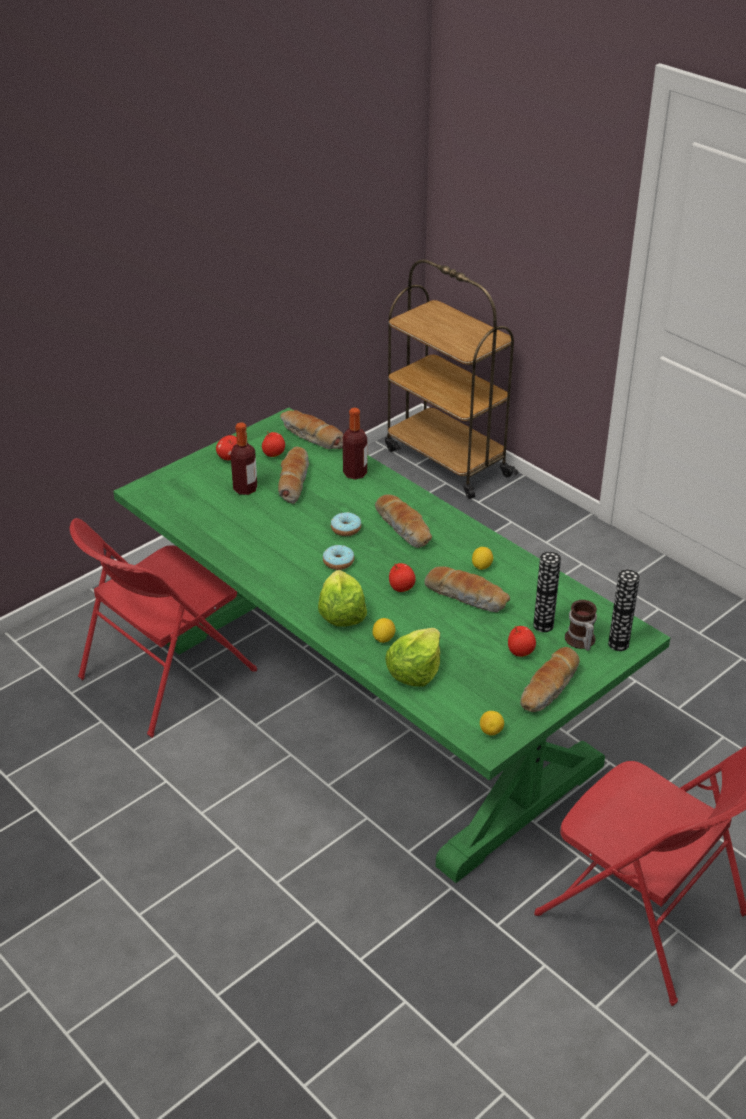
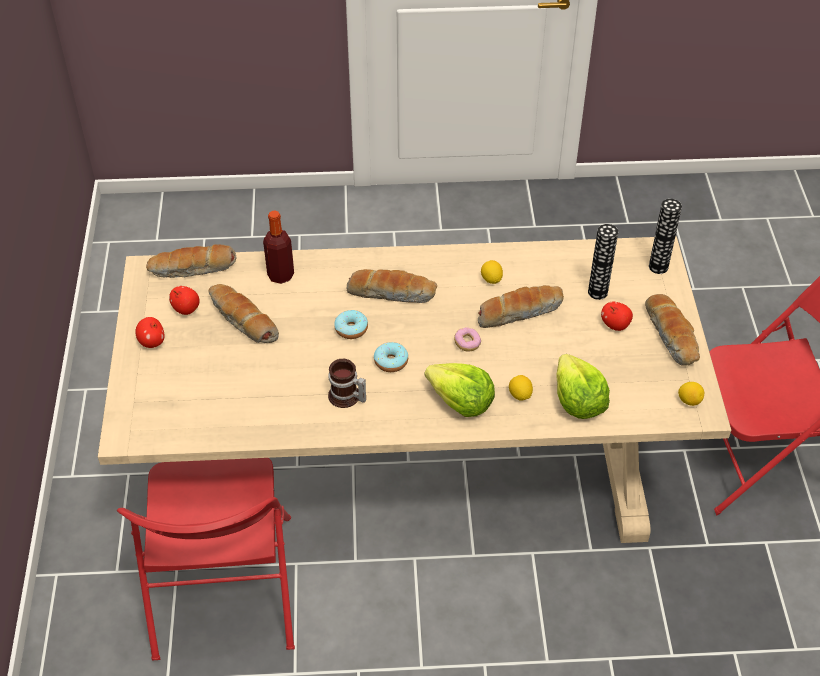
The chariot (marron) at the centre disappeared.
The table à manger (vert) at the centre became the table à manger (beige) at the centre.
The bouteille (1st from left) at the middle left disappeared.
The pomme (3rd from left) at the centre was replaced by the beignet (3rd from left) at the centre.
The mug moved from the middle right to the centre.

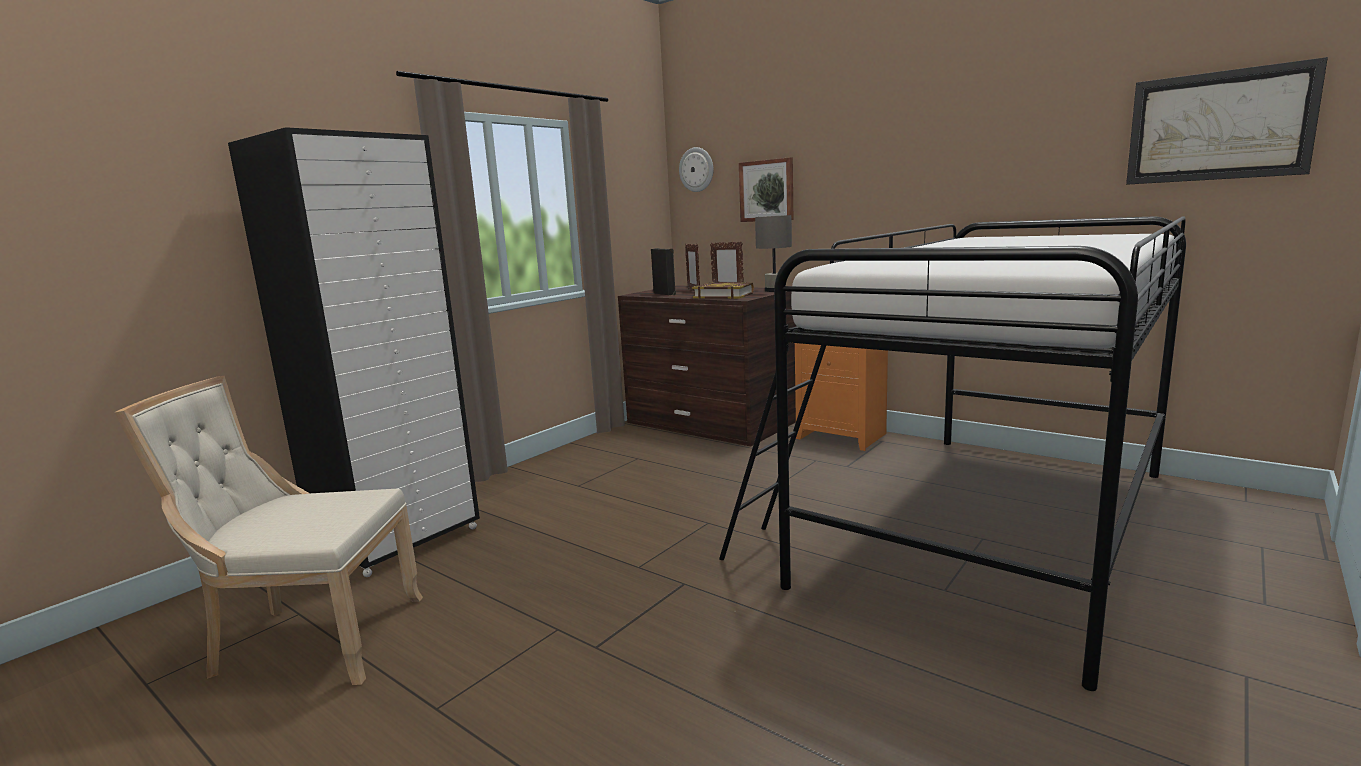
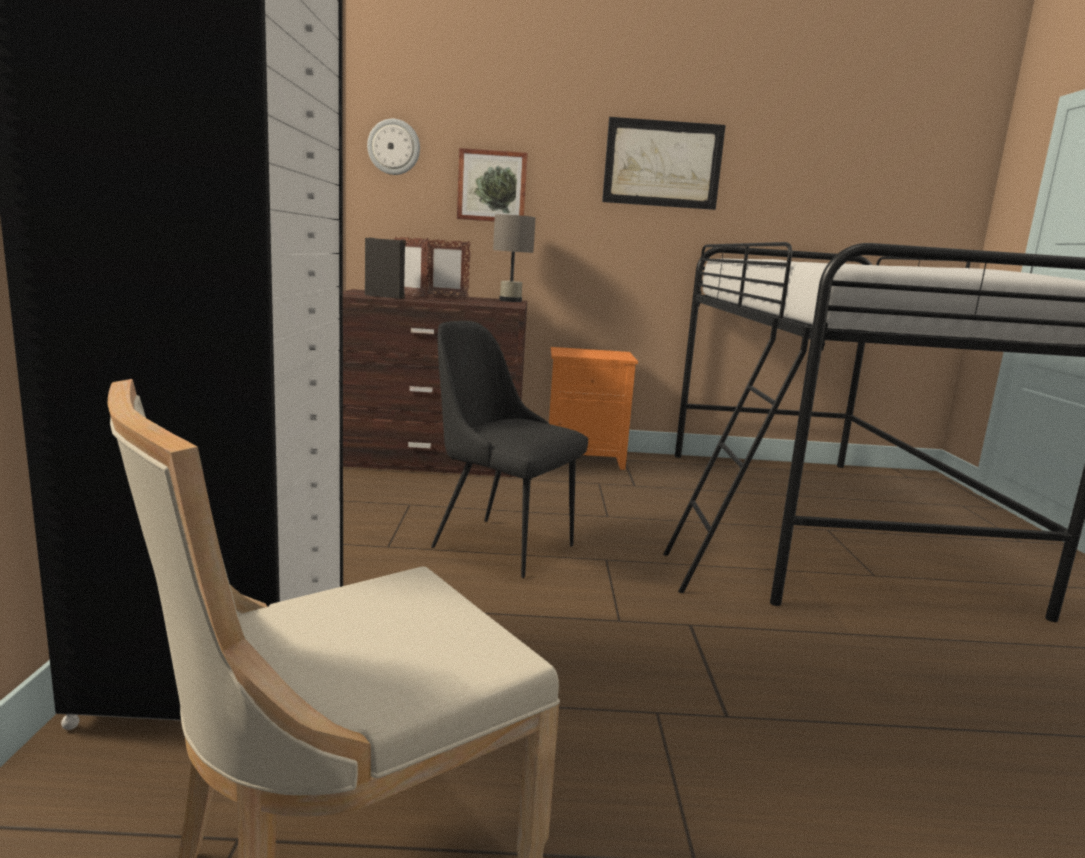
The tableau (2nd from left) moved from the top right to the top centre.
The livre at the centre disappeared.
The chaise (noir) at the centre appeared.

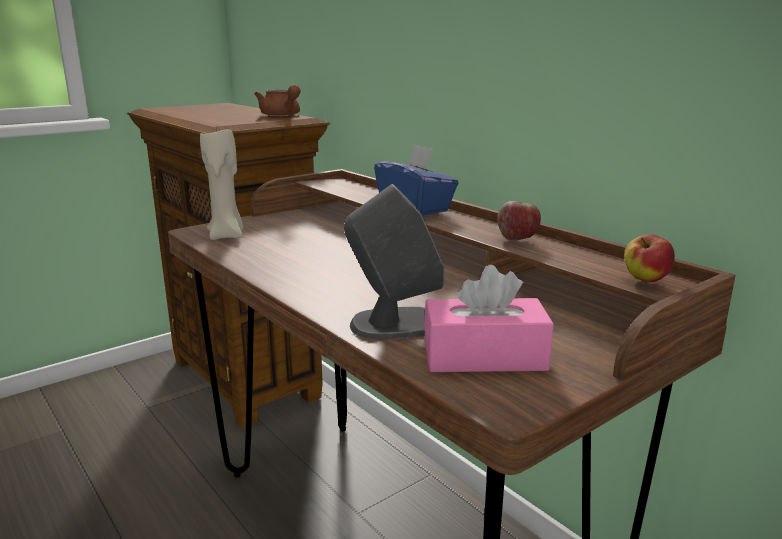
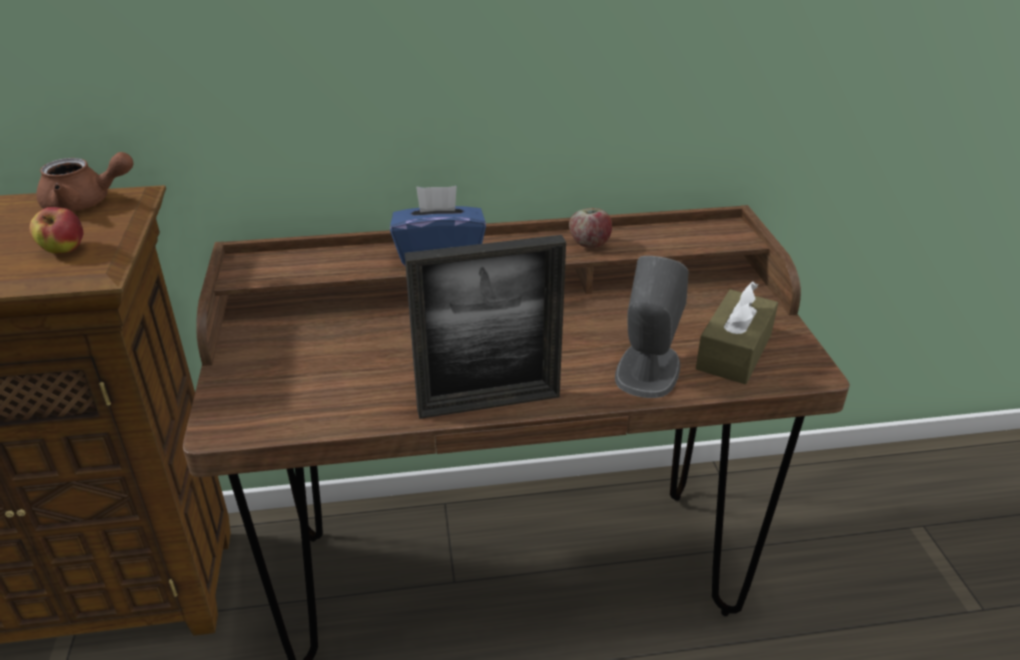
The bougie (beige) at the middle left disappeared.
The pomme (2nd from left in the first image) moved from the middle right to the middle left.
The boîte à mouchoirs (rose) at the centre became the boîte à mouchoirs (marron) at the middle right.
The cadre photo at the centre appeared.

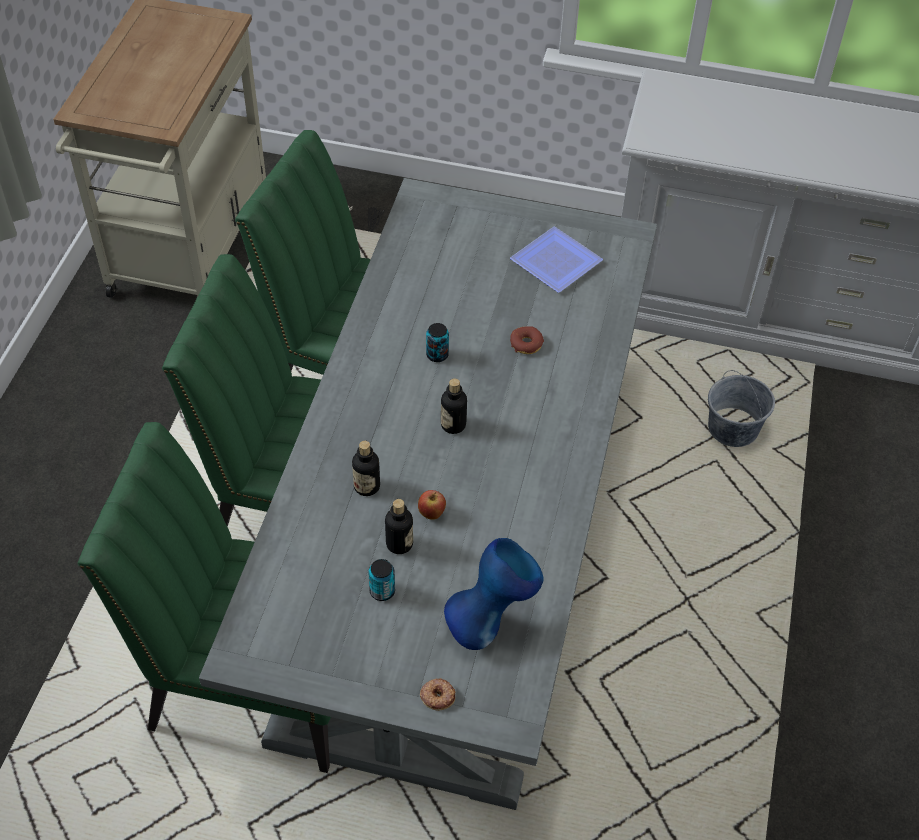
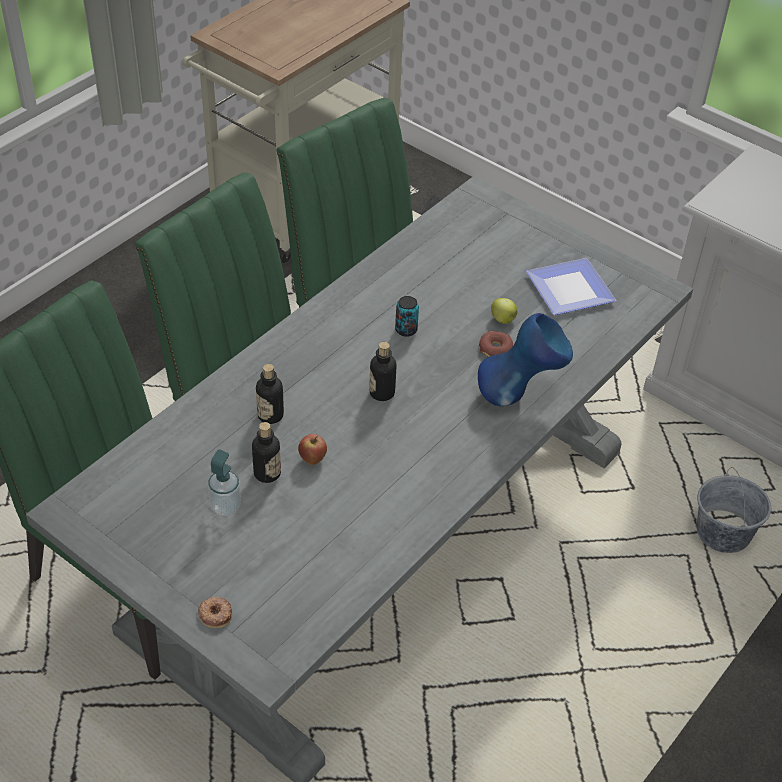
The vase (bleu) moved from the bottom centre to the middle right.
The boîte métallique (1st from left) at the bottom centre was replaced by the distributeur de savon at the middle left.
The pomme (2nd from left) at the centre appeared.

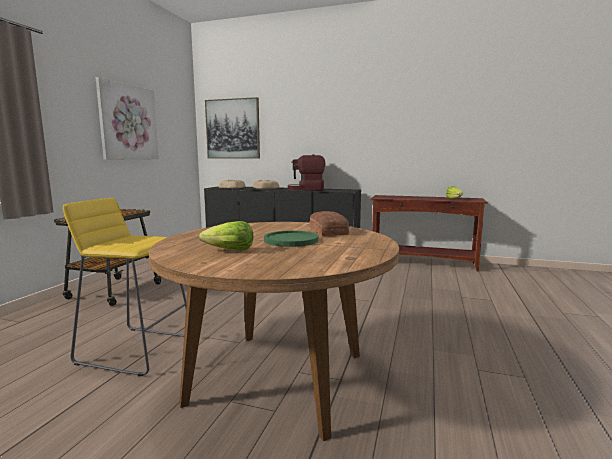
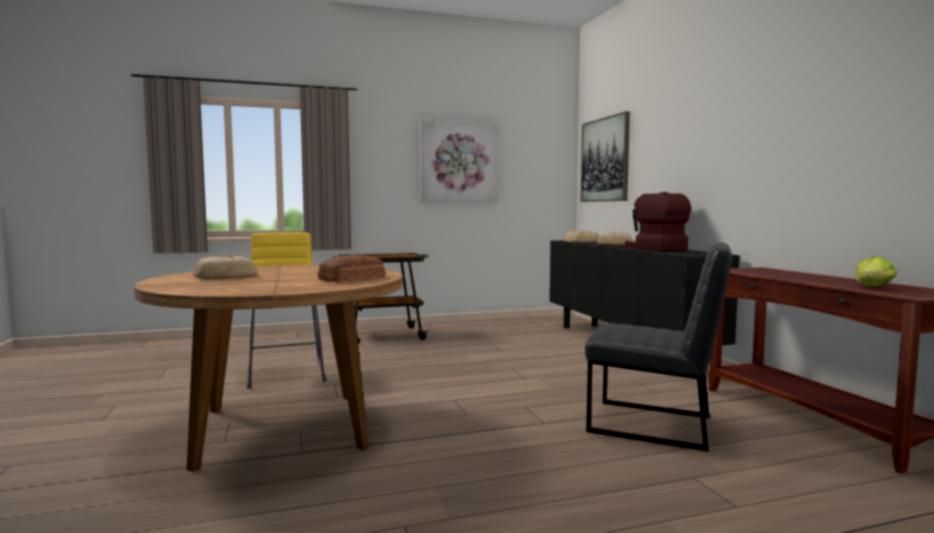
The laitue (1st from left) at the centre was replaced by the pain (1st from left) at the middle left.
The assiette (vert) at the centre disappeared.
The chaise (gris) at the middle right appeared.

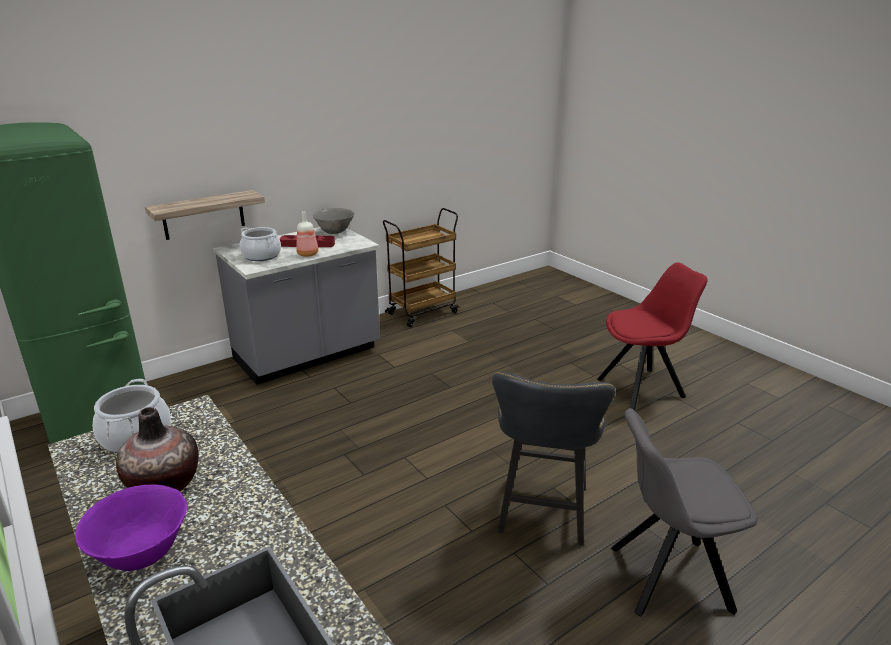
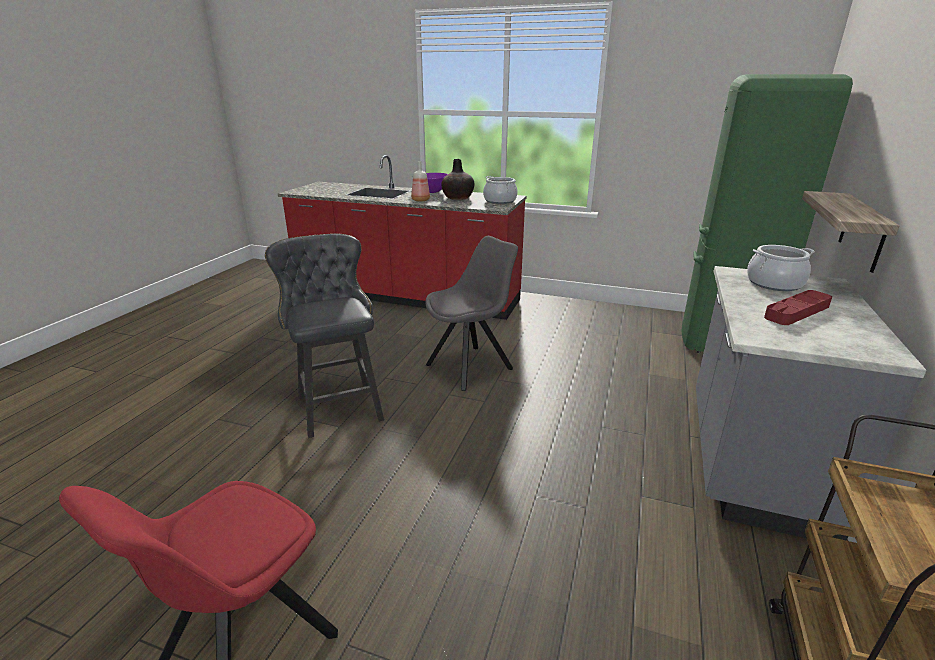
The bol (gris) at the centre disappeared.
The bouteille moved from the centre to the top centre.
The chaise (gris) moved from the bottom right to the centre.

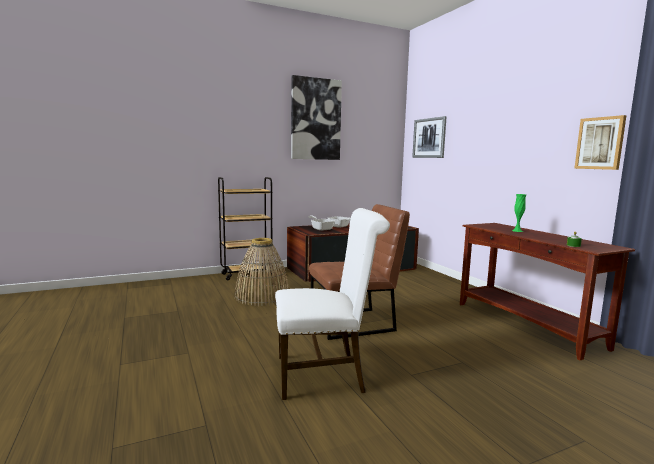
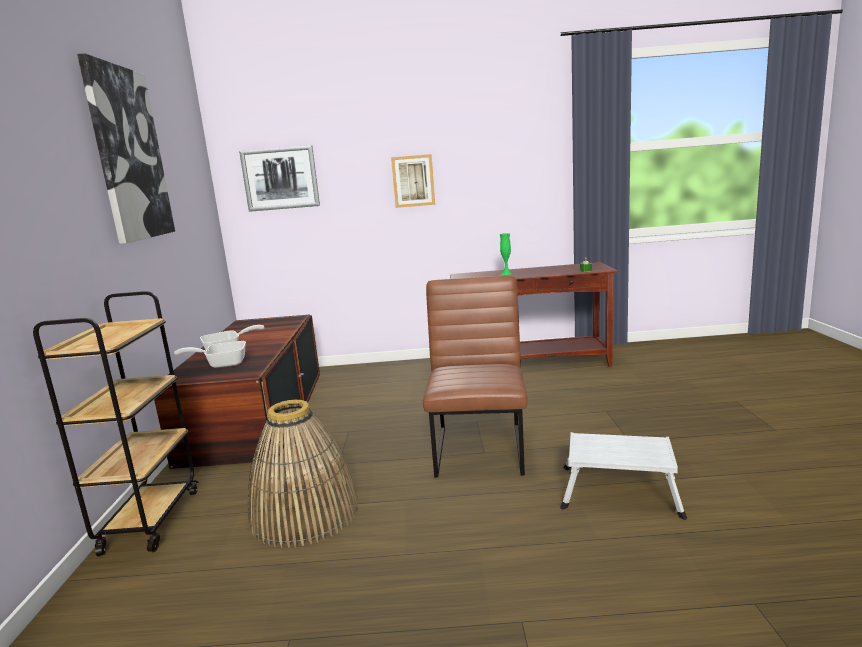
The tableau (3rd from left) moved from the top right to the top centre.
The chaise (blanc) at the centre was replaced by the escabeau (blanc) at the bottom right.

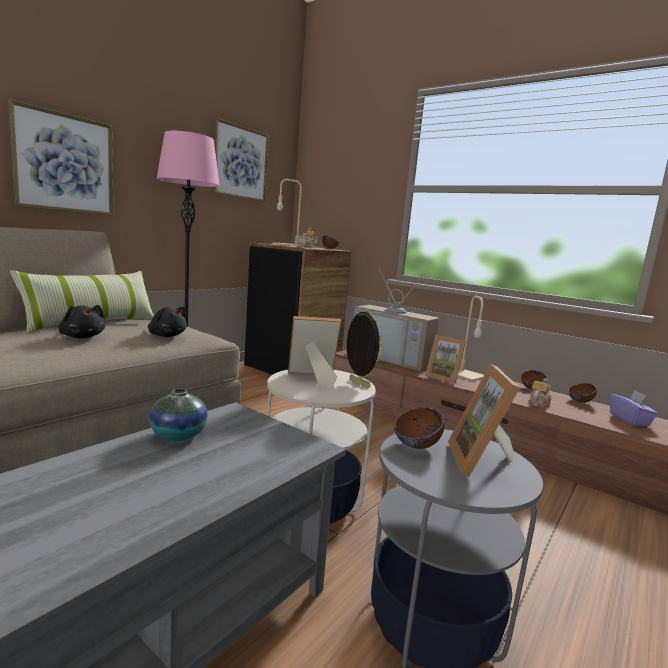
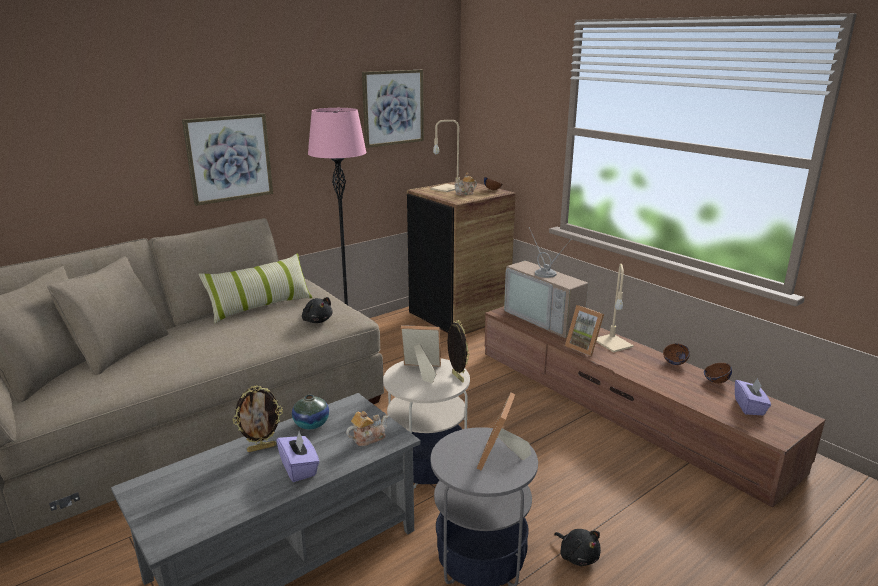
The peluche (noir) (1st from left in the first image) moved from the middle left to the bottom centre.
The théière (2nd from left in the first image) moved from the middle right to the bottom centre.
The bol (marron) (2nd from left) at the centre disappeared.
The cadre photo (1st from left) at the bottom left appeared.
The boîte à mouchoirs (violet) (1st from left) at the bottom centre appeared.

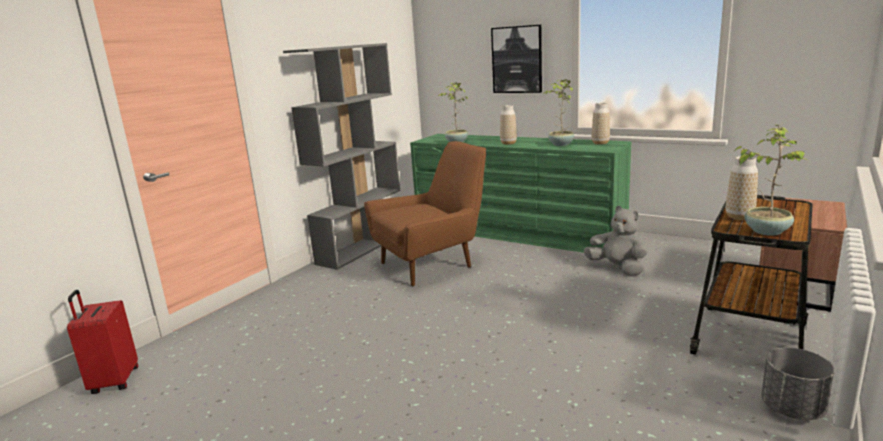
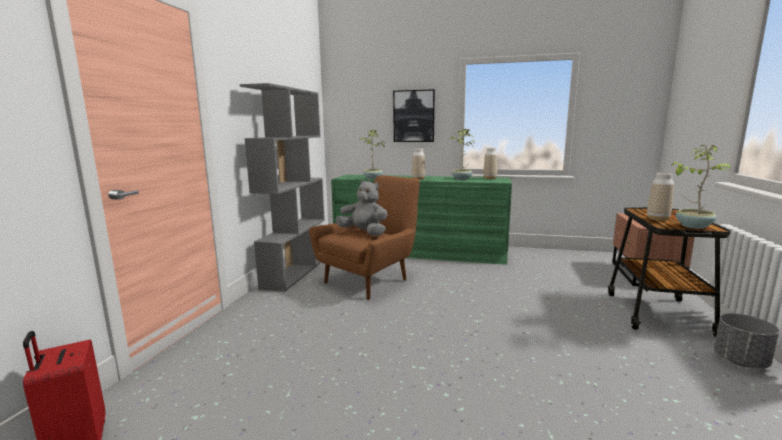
The peluche (gris) moved from the middle right to the centre.

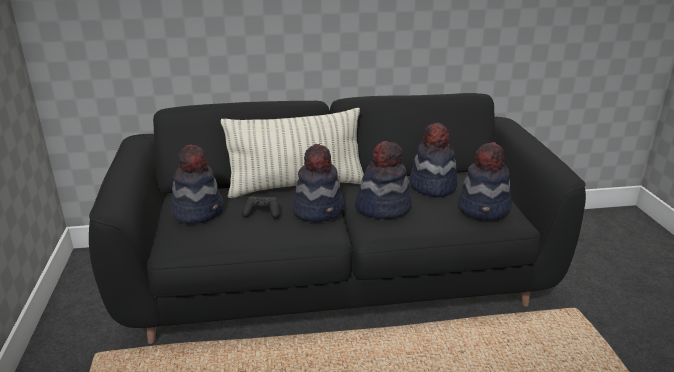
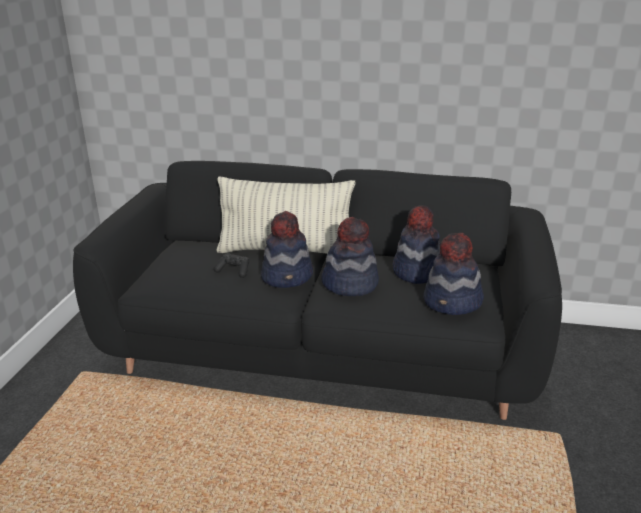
The chapeau (1st from left) at the middle left disappeared.

